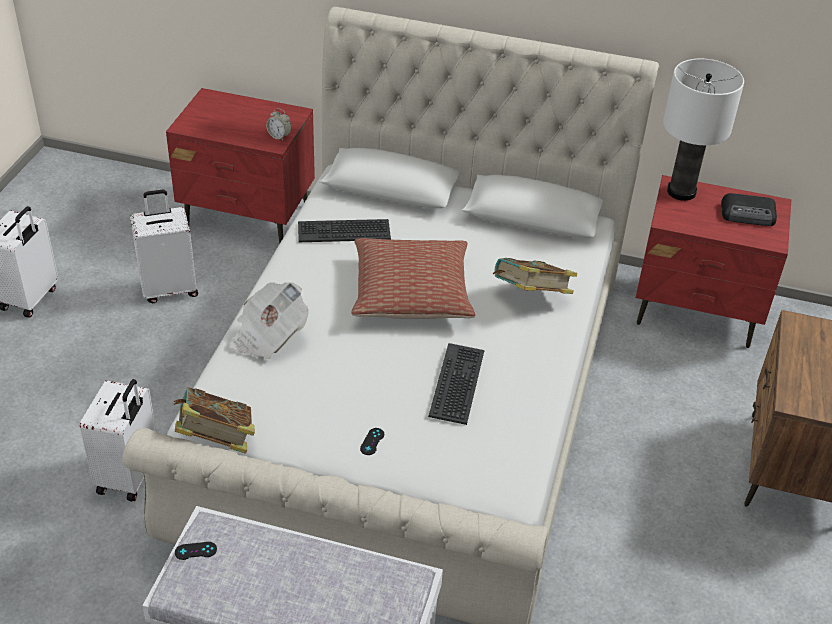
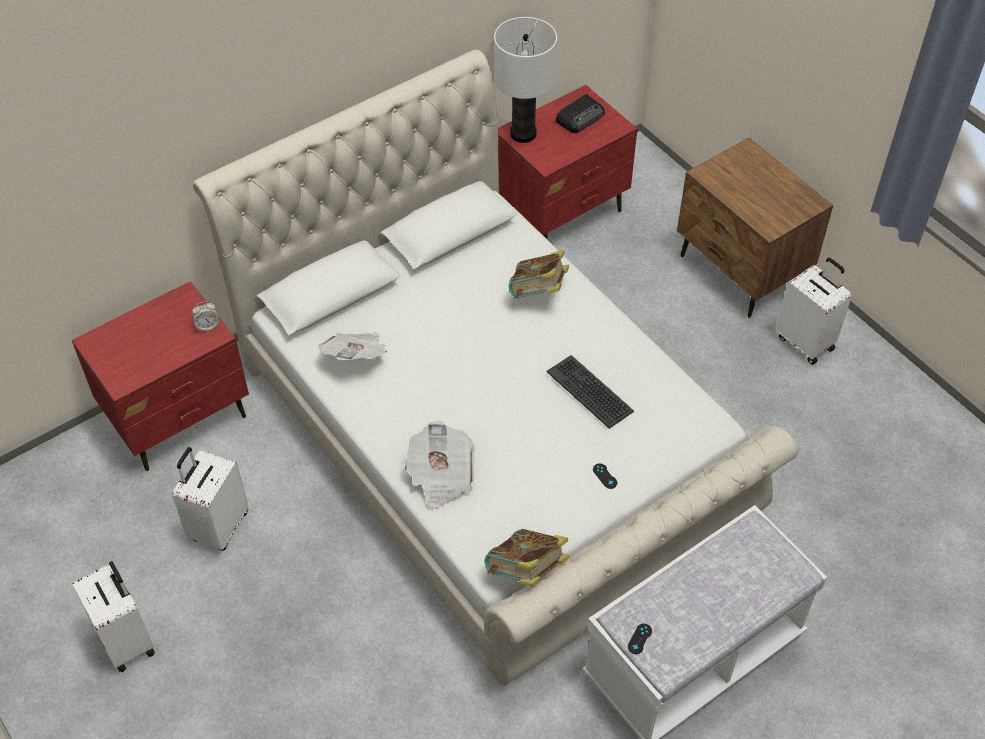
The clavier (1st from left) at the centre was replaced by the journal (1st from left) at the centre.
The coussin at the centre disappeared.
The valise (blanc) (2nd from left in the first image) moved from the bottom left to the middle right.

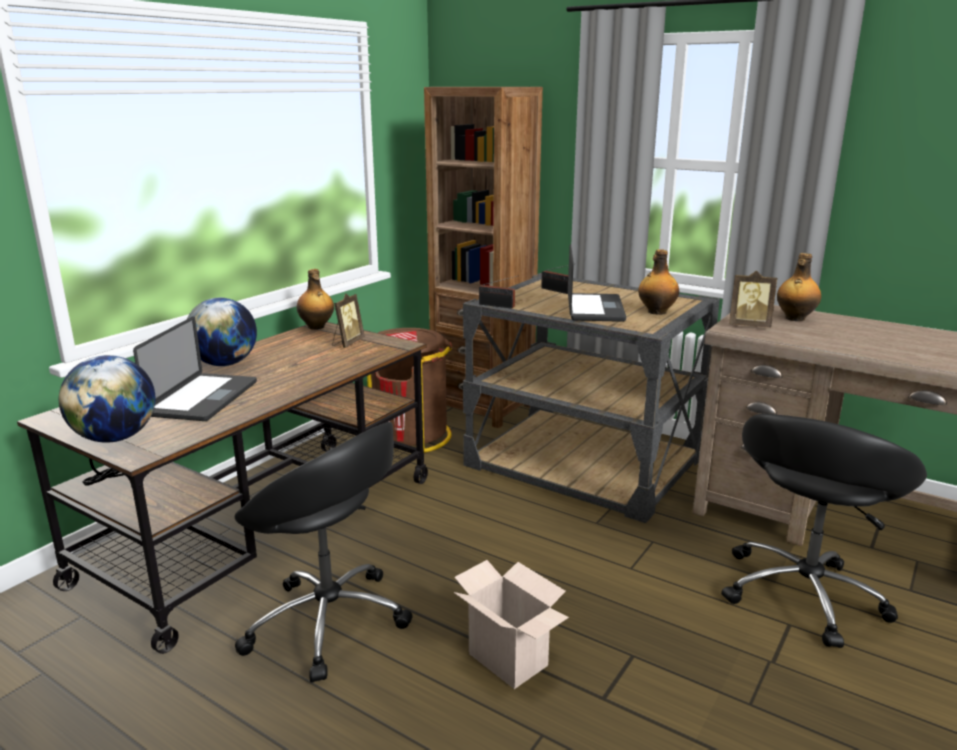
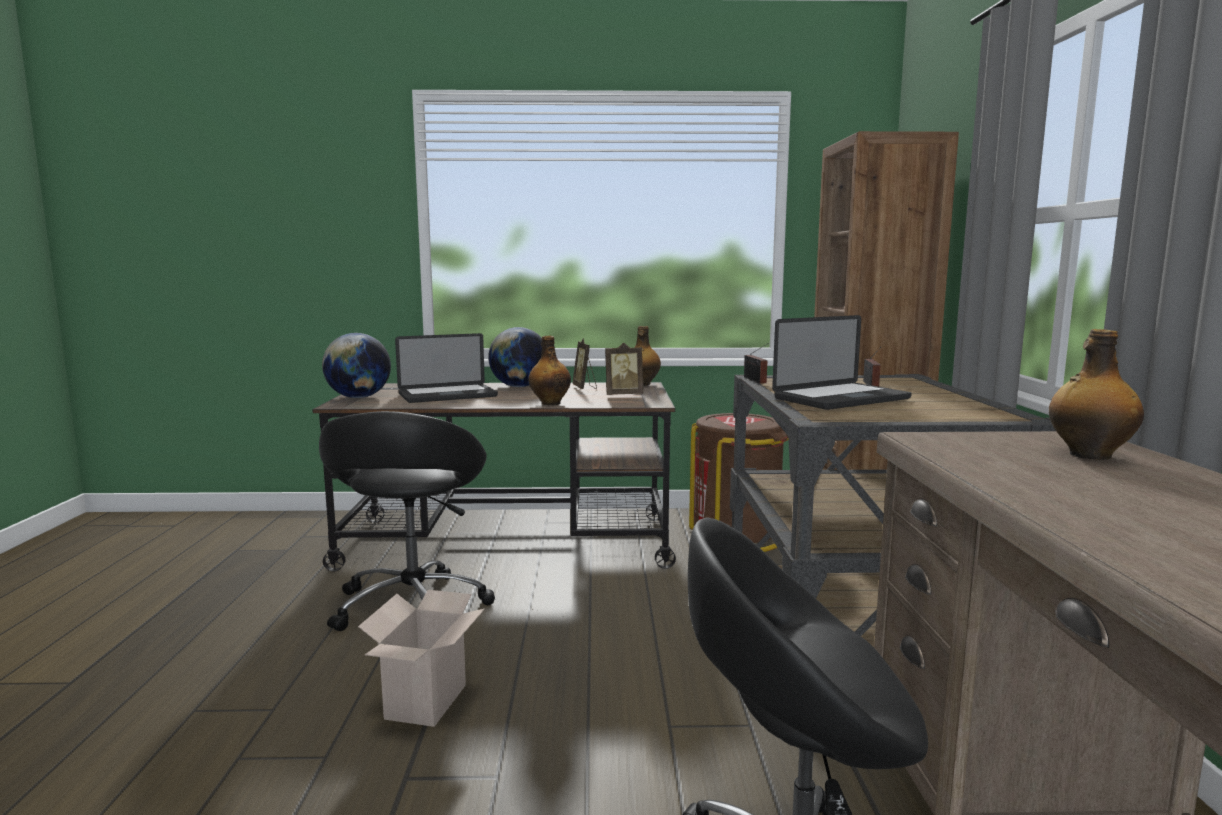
The bouteille (2nd from left in the first image) moved from the middle right to the centre.
The cadre photo (2nd from left in the first image) moved from the middle right to the centre.

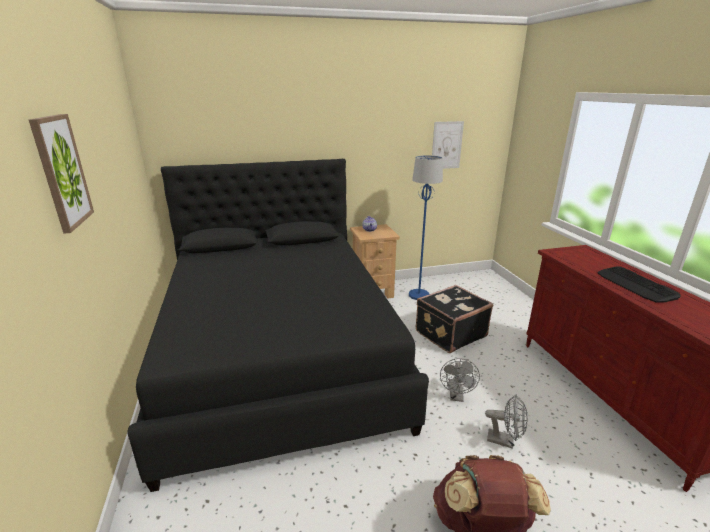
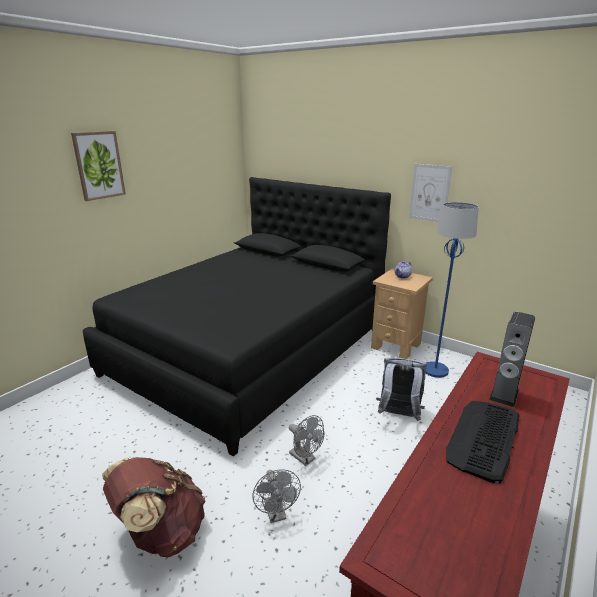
The tableau (2nd from left) moved from the top centre to the top right.
The valise (noir) at the centre was replaced by the sac à dos (gris) at the middle right.
The ventilateur (gris) (1st from left in the first image) at the bottom centre turned 105 degrees counterclockwise.
The enceinte at the middle right appeared.

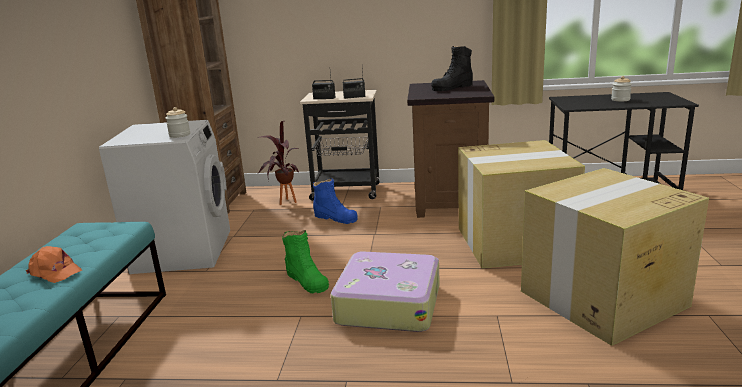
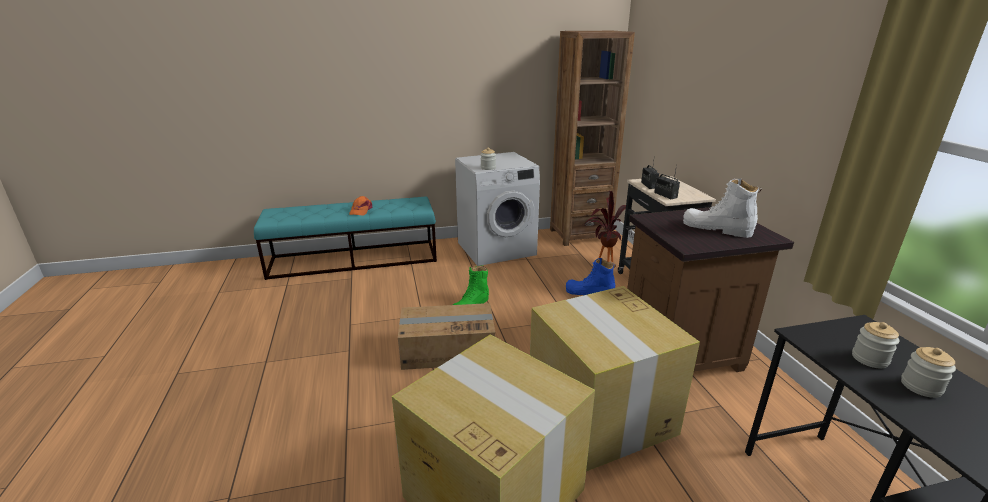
The botte (noir) at the top centre became the botte (blanc) at the middle right.
The botte (bleu) at the centre turned 90 degrees clockwise.
The valise at the bottom centre was replaced by the carton (1st from left) at the bottom centre.
The bocal (2nd from left) at the bottom right appeared.

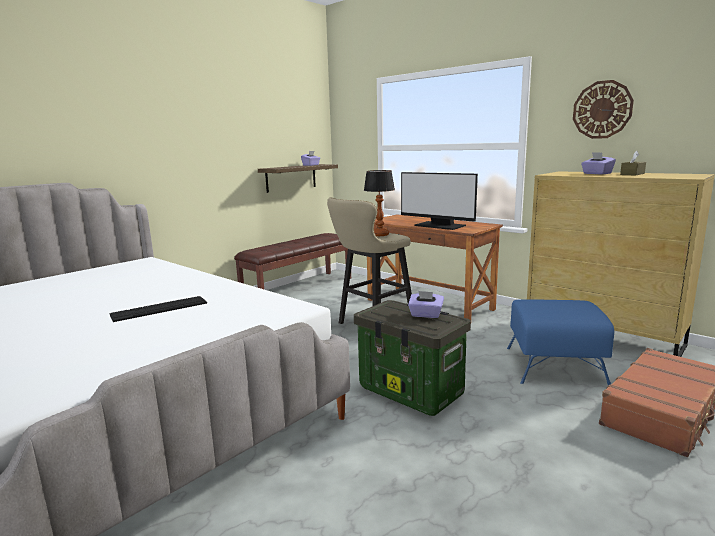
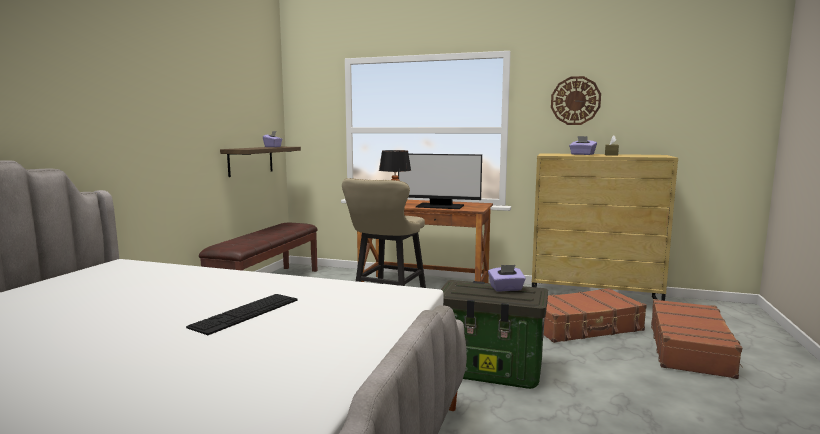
The pouf (bleu) at the middle right was replaced by the valise (marron) (1st from left) at the bottom right.

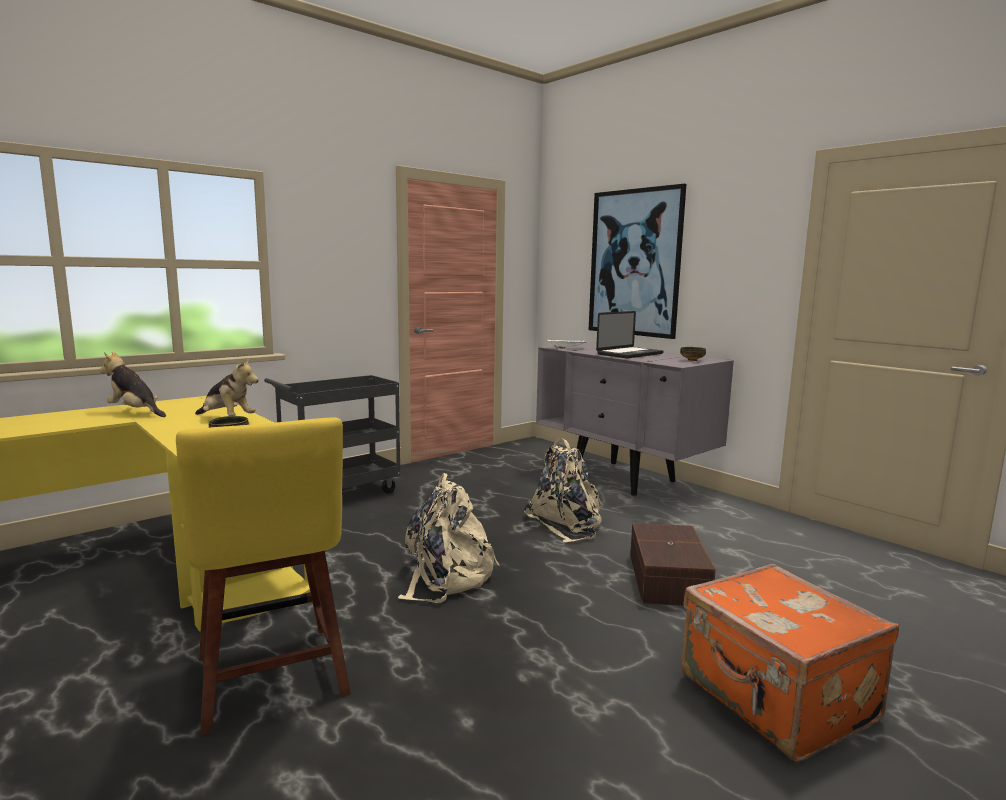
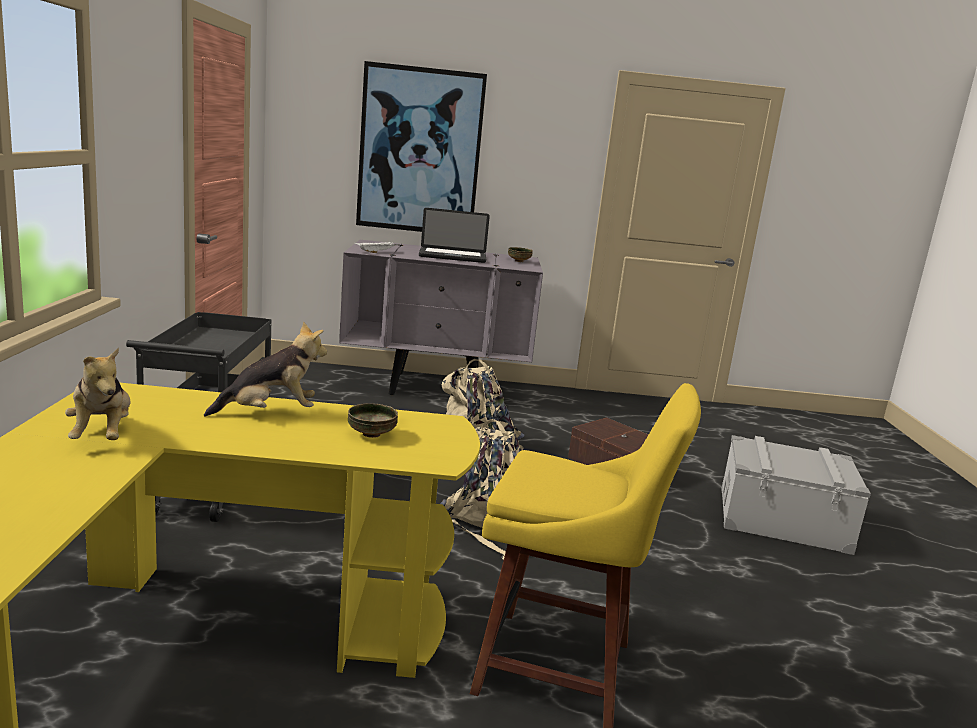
The ordinateur portable at the centre turned 90 degrees clockwise.
The peluche (1st from left) at the middle left turned 90 degrees counterclockwise.
The valise (orange) at the bottom right was replaced by the boîte de rangement (gris) at the bottom right.

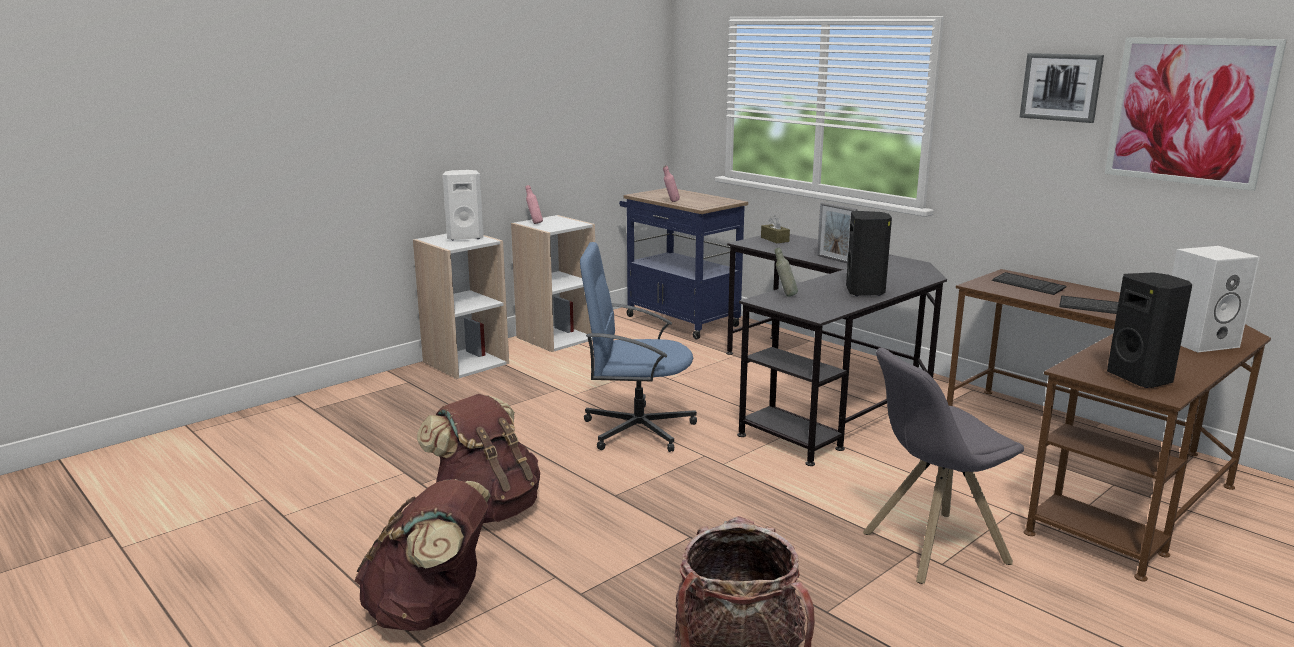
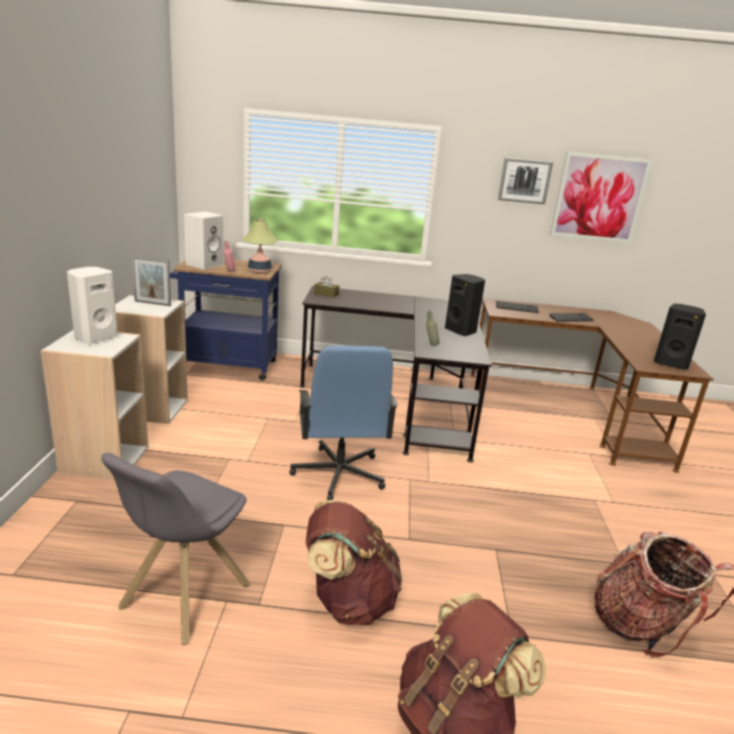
The bouteille (rose) (1st from left) at the top centre disappeared.
The cadre photo moved from the centre to the middle left.
The chaise de bureau (bleu) at the centre turned 60 degrees counterclockwise.
The enceinte (blanc) (2nd from left) moved from the middle right to the top left.
The chaise (gris) moved from the bottom right to the bottom left.
The lampe de table at the centre appeared.

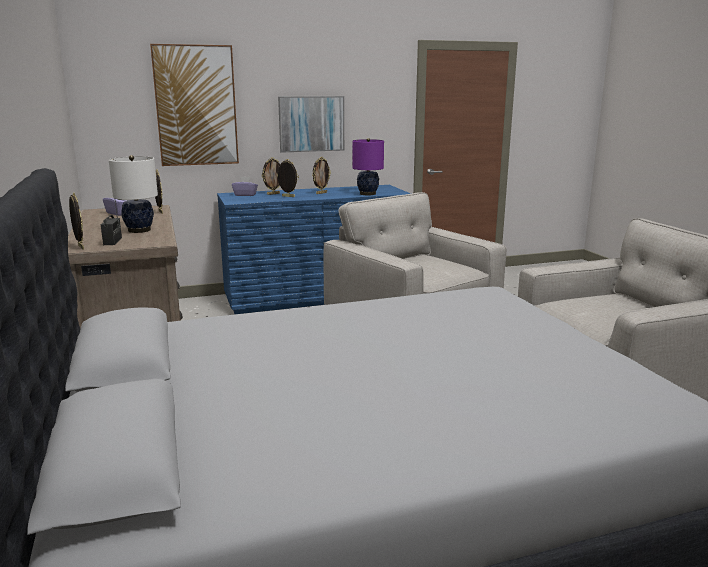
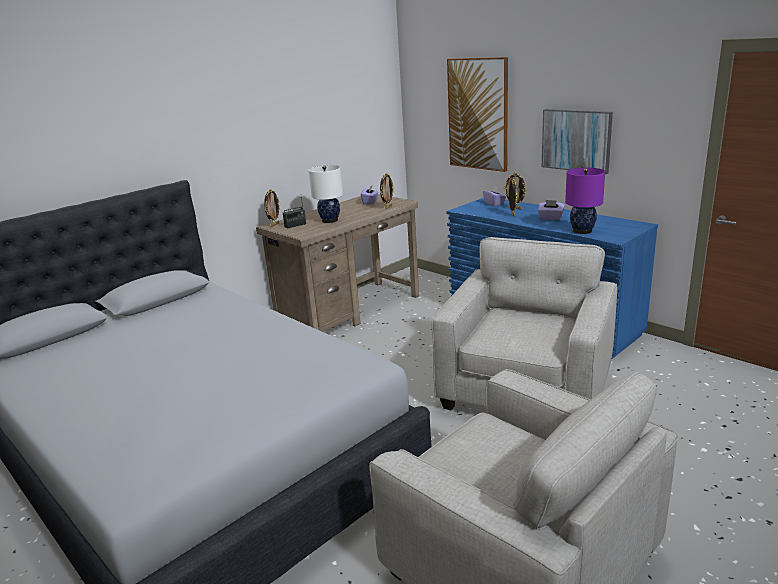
The cadre photo (5th from left) at the top centre was replaced by the boîte à mouchoirs (violet) (3rd from left) at the middle right.

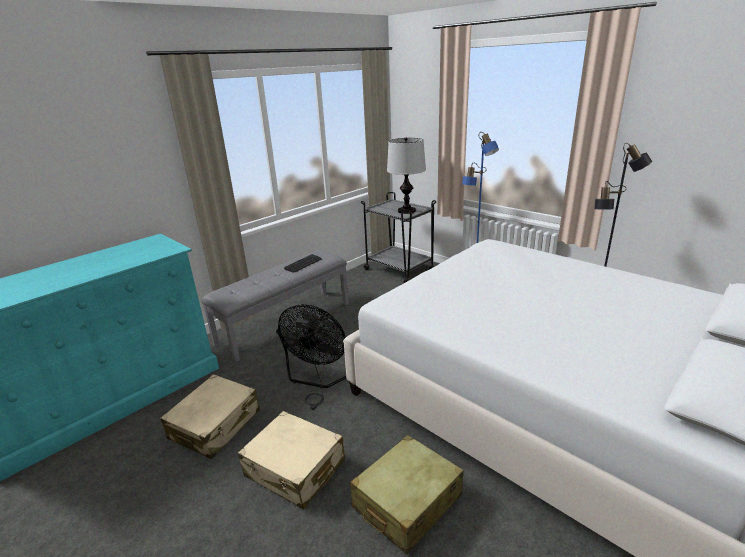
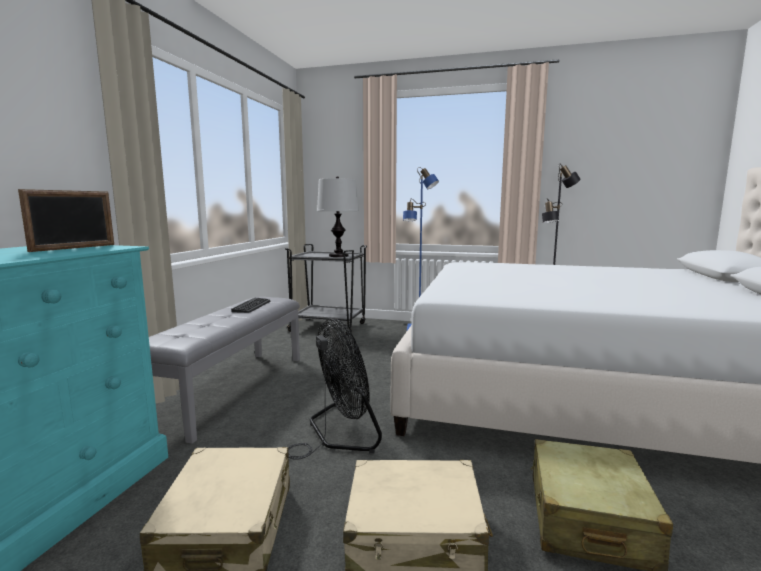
The ventilateur (noir) at the centre turned 75 degrees clockwise.
The cadre photo at the middle left appeared.

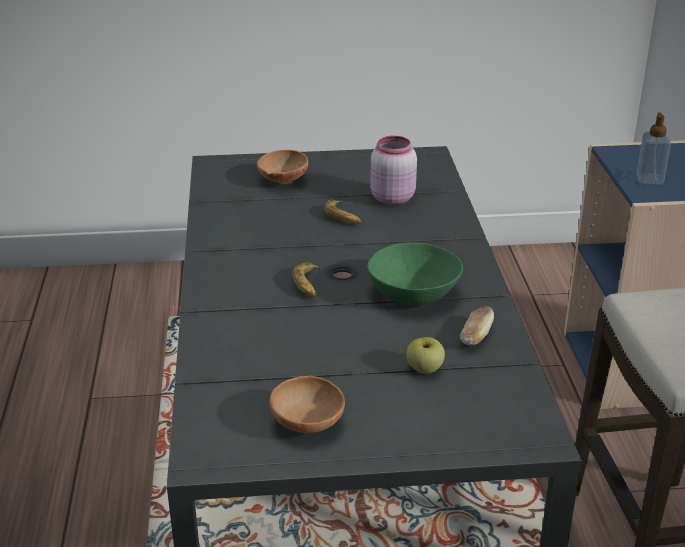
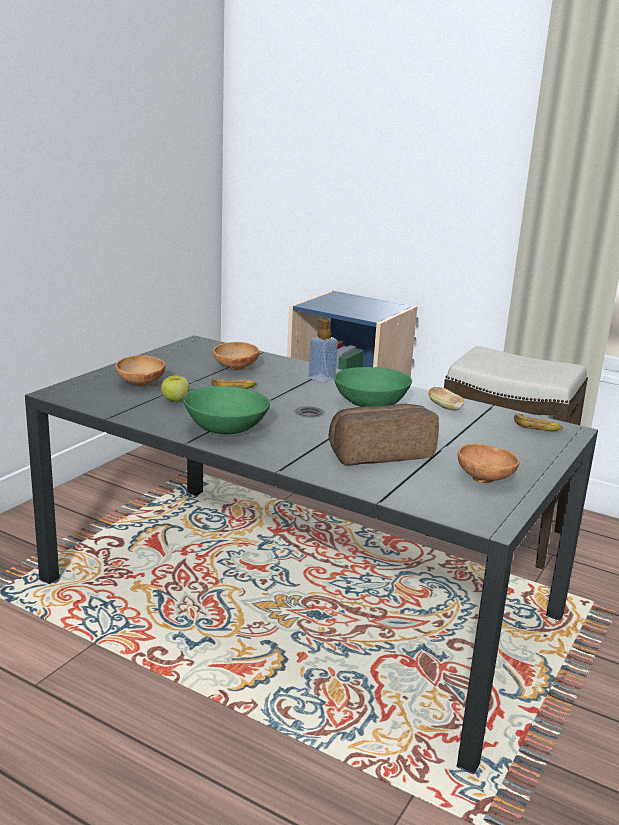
The distributeur de savon moved from the top right to the centre.
The bocal (rose) at the top centre was replaced by the bol (marron) (2nd from left) at the centre.
The banane (1st from left in the first image) moved from the centre to the middle right.
The pomme moved from the centre to the middle left.
The bol (vert) (1st from left) at the centre appeared.
The pain (1st from left) at the centre appeared.

